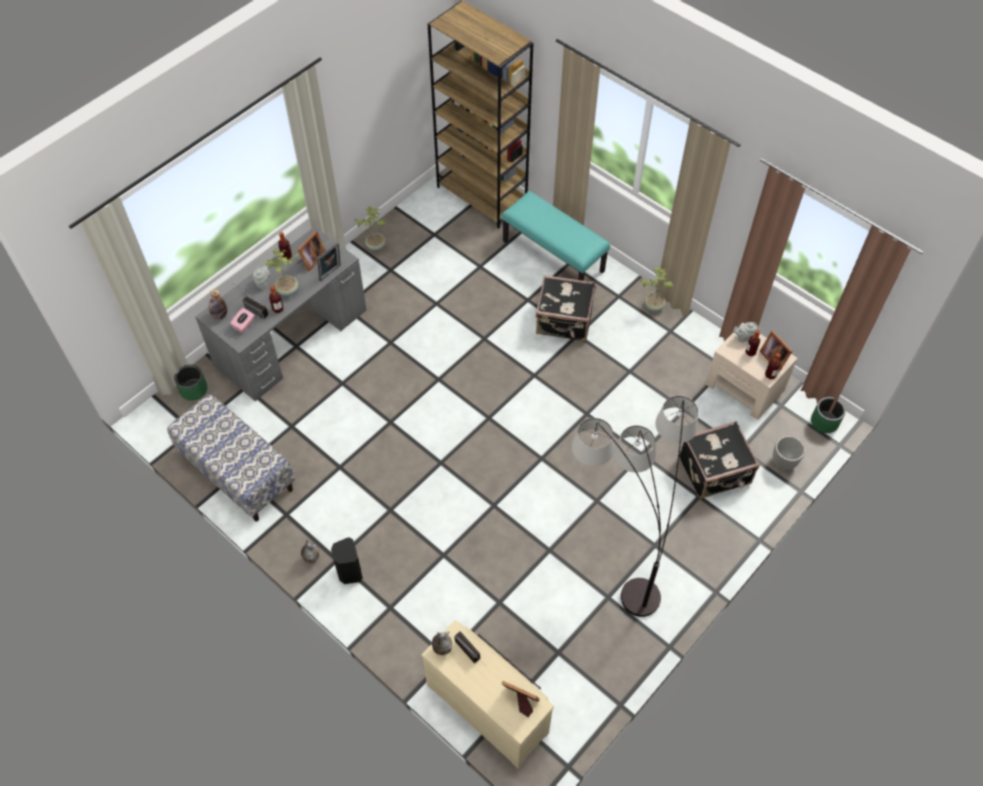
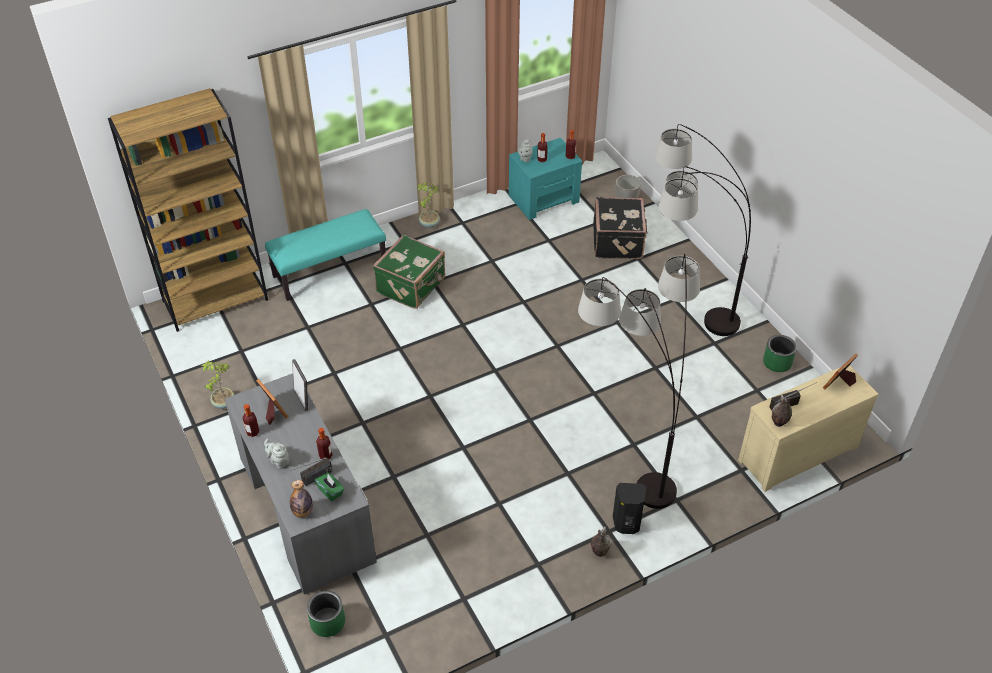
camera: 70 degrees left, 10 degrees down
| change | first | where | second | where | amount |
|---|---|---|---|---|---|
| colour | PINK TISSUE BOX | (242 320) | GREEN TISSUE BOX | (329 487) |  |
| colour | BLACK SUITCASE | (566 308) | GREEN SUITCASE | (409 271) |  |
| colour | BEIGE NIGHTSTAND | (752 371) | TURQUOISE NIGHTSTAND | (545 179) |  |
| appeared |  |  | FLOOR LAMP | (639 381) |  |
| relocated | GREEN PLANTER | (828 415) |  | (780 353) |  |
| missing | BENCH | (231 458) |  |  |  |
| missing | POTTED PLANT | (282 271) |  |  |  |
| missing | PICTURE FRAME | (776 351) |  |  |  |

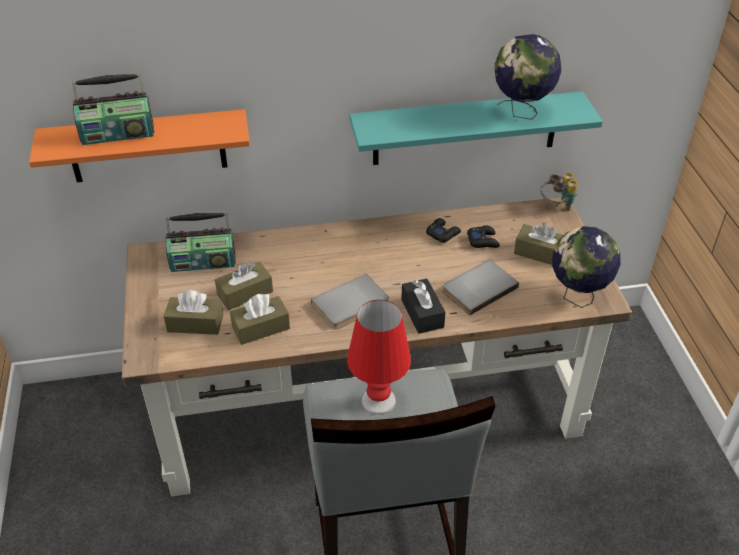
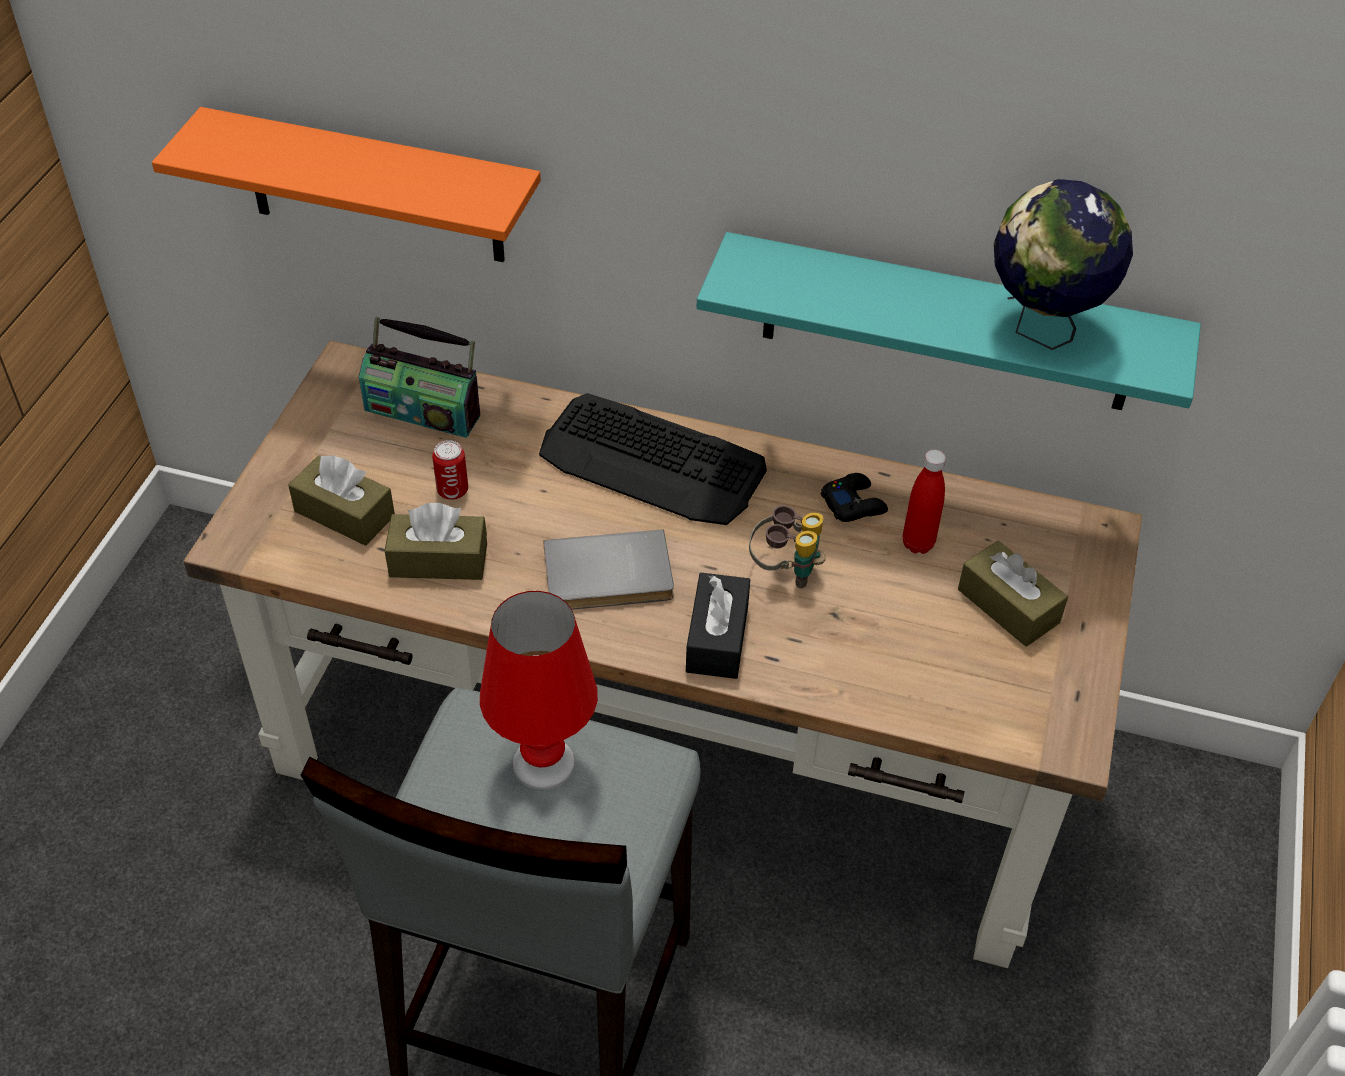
camera: 25 degrees right, 5 degrees up
| change | first | where | second | where | amount |
|---|---|---|---|---|---|
| exchanged | BROWN TISSUE BOX | (244 286) | CAN | (450 470) |  |
| appeared |  |  | KEYBOARD | (653 459) |  |
| relocated | BINOCULARS | (559 192) |  | (787 546) |  |
| exchanged | BLACK GAME CONTROLLER | (483 237) | RED BOTTLE | (924 502) |  |
| missing | RADIO | (113 109) |  |  |  |
| missing | GREY BOOK | (480 288) |  |  |  |
| missing | GLOBE | (586 267) |  |  |  |

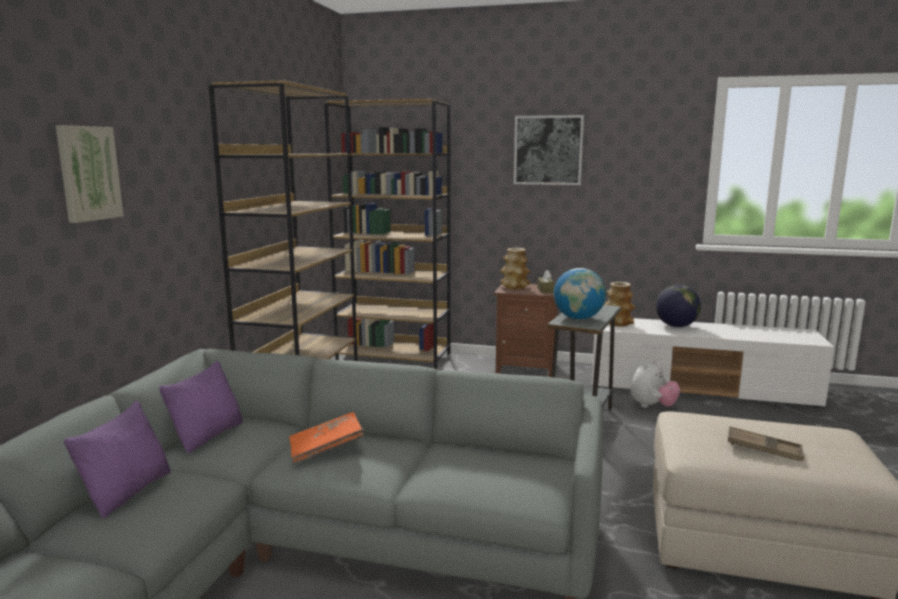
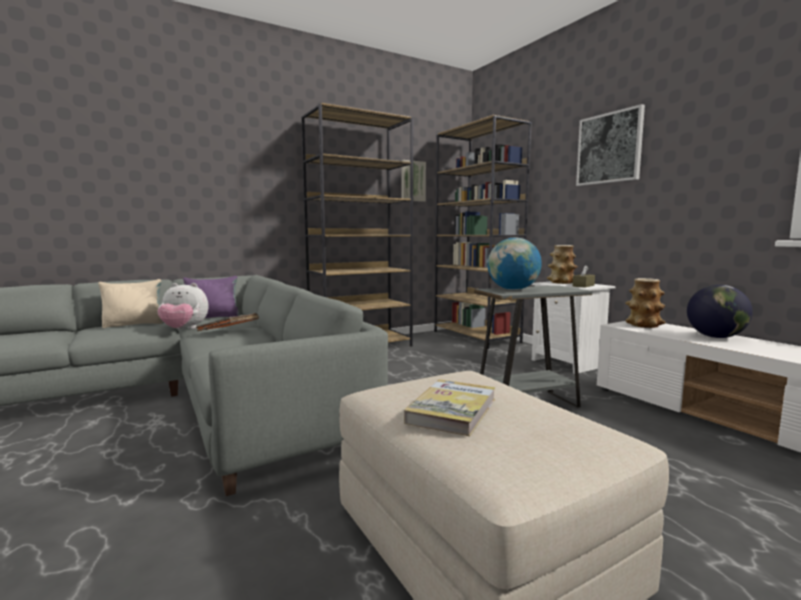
camera: 45 degrees right, 5 degrees down
| change | first | where | second | where | amount |
|---|---|---|---|---|---|
| colour | PURPLE PILLOW | (117 459) | BEIGE PILLOW | (131 303) |  |
| relocated | PLUSH TOY | (655 384) |  | (182 306) |  |
| relocated | PICTURE | (89 174) |  | (414 181) |  |
| exchanged | BROWN TRAY | (766 443) | BOOK | (449 407) |  |
| colour | BROWN NIGHTSTAND | (526 330) | WHITE NIGHTSTAND | (573 328) |  |

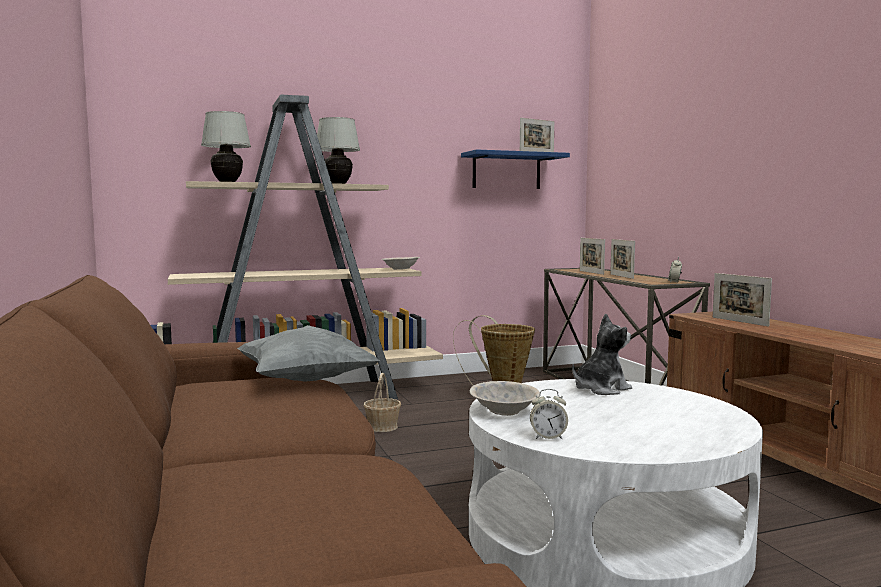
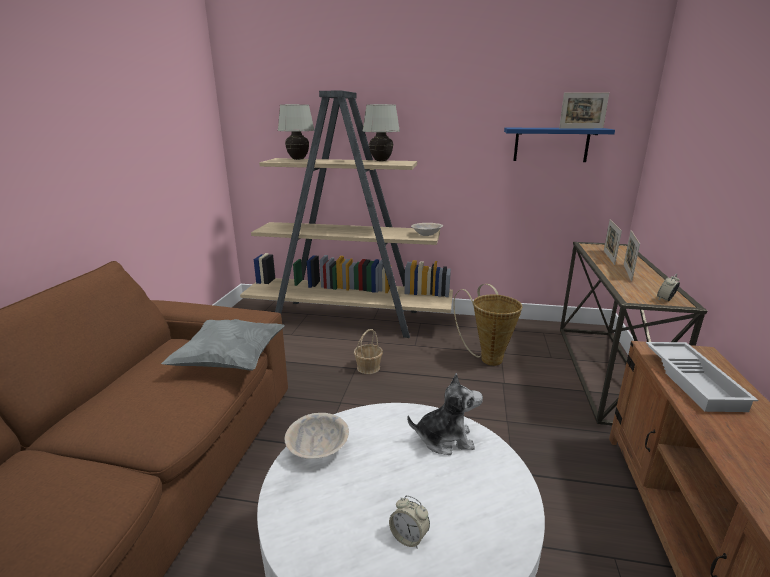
camera: 30 degrees right, 15 degrees up
| change | first | where | second | where | amount |
|---|---|---|---|---|---|
| relocated | ALARM CLOCK | (549 414) |  | (409 522) |  |
| exchanged | PICTURE FRAME | (742 299) | WHITE TRAY | (702 377) |  |

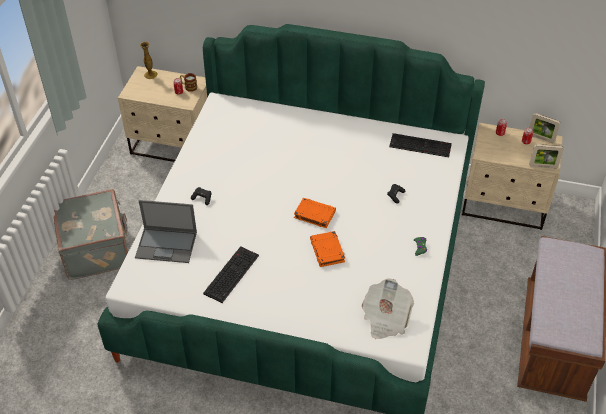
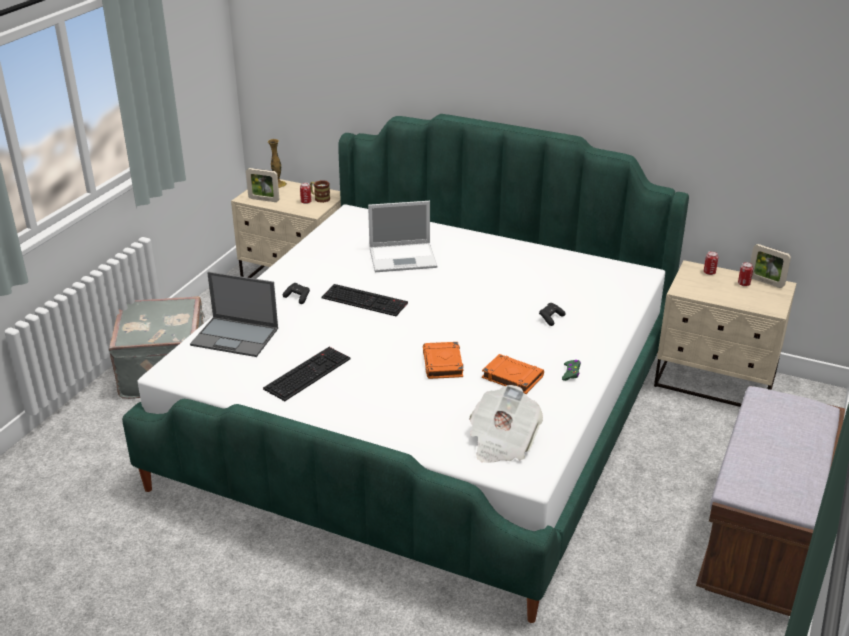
camera: 10 degrees right, 15 degrees down
| change | first | where | second | where | amount |
|---|---|---|---|---|---|
| relocated | PICTURE FRAME | (546 156) |  | (262 185) |  |
| relocated | KEYBOARD | (420 145) |  | (364 300) |  |
| appeared |  |  | LAPTOP | (402 236) |  |
| relocated | ORANGE BOOK | (315 213) |  | (513 374) |  |

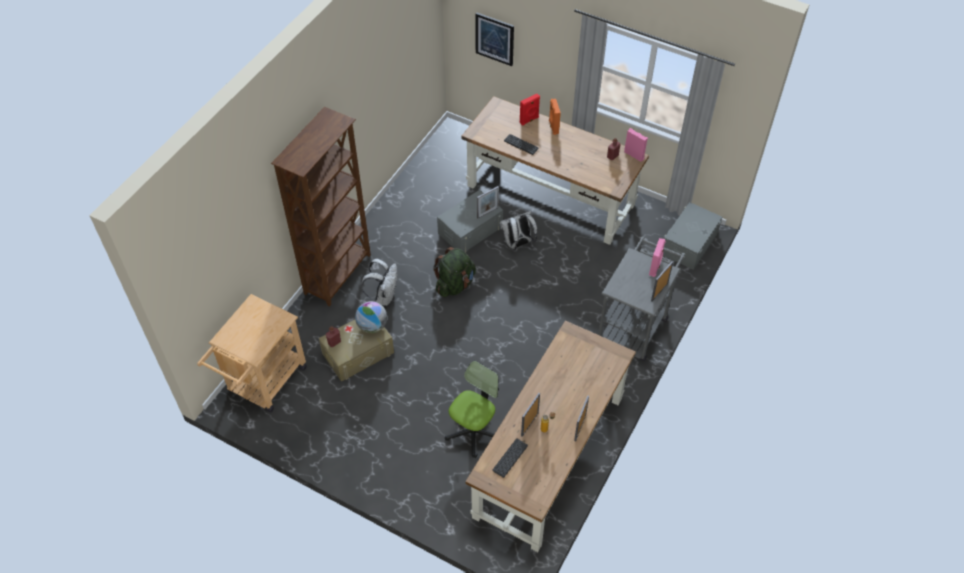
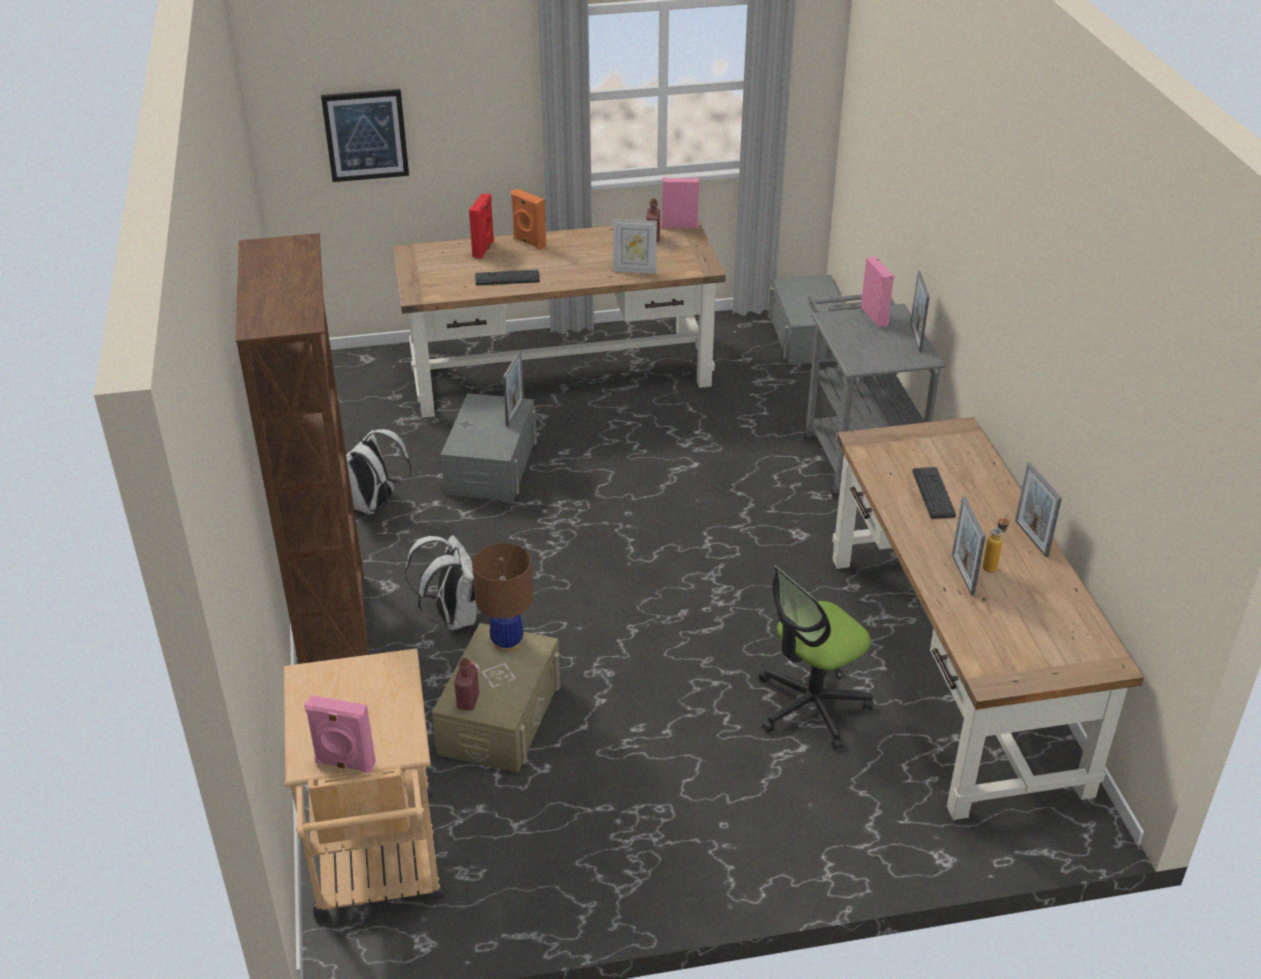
camera: 40 degrees left, 15 degrees down
| change | first | where | second | where | amount |
|---|---|---|---|---|---|
| appeared |  |  | PINK SPEAKER | (340 734) |  |
| relocated | WHITE BACKPACK | (518 230) |  | (378 471) |  |
| exchanged | GLOBE | (371 317) | BROWN TABLE LAMP | (502 597) |  |
| appeared |  |  | PICTURE FRAME | (635 246) |  |
| spun | OFFICE CHAIR | (472 409) |  | (816 657) | 120 degrees counterclockwise |
| relocated | KEYBOARD | (510 458) |  | (934 493) |  |
| missing | GREEN BACKPACK | (454 272) |  |  |  |

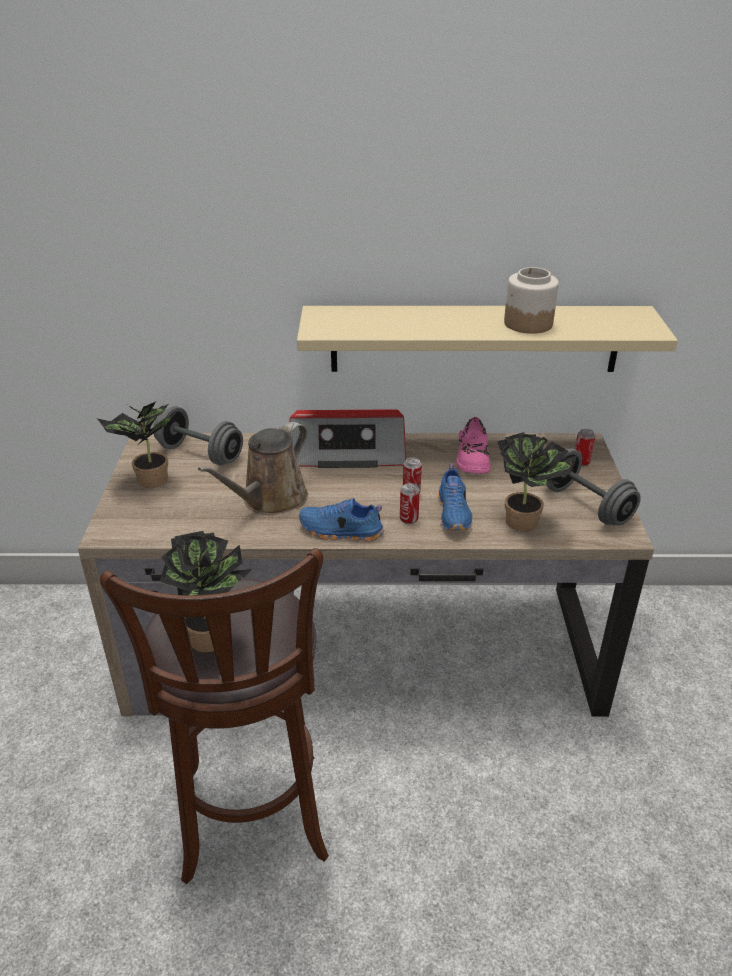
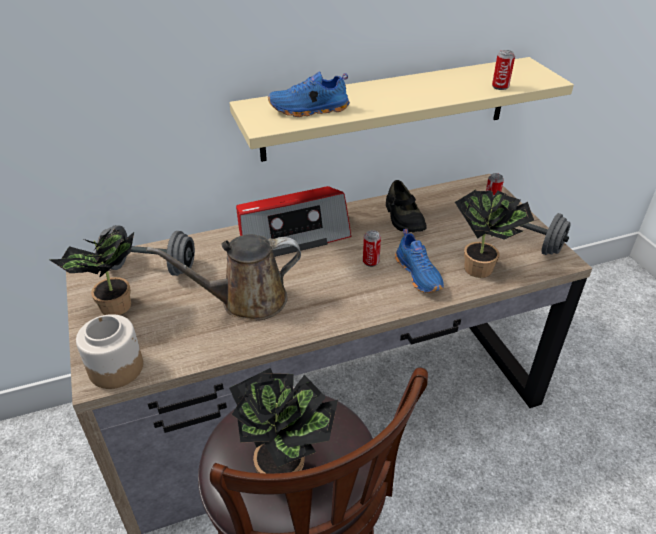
camera: 20 degrees left, 5 degrees up
| change | first | where | second | where | amount |
|---|---|---|---|---|---|
| relocated | JAR | (531 300) |  | (109 351) |  |
| spun | BROWN WATERING CAN | (253 468) |  | (224 277) | 60 degrees clockwise |
| relocated | BLUE SHOE | (341 520) |  | (309 94) |  |
| colour | PINK SHOE | (473 445) | BLACK SHOE | (406 206) |  |
| relocated | CAN | (410 503) |  | (503 70) |  |

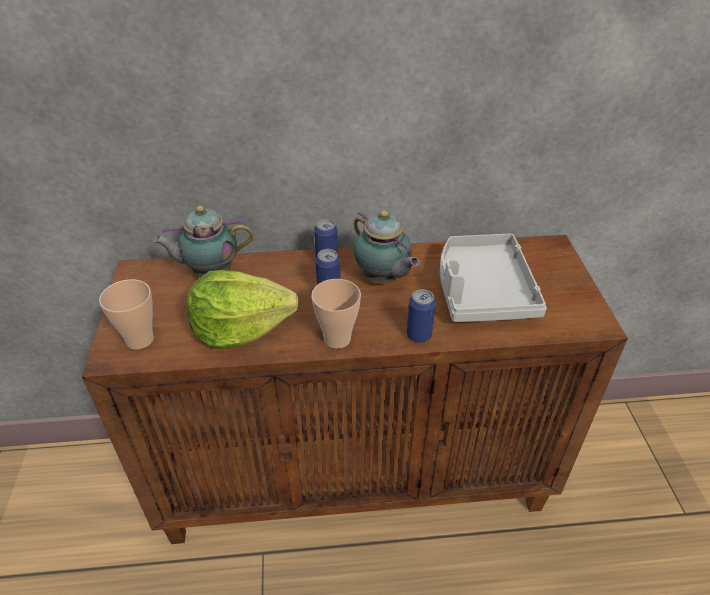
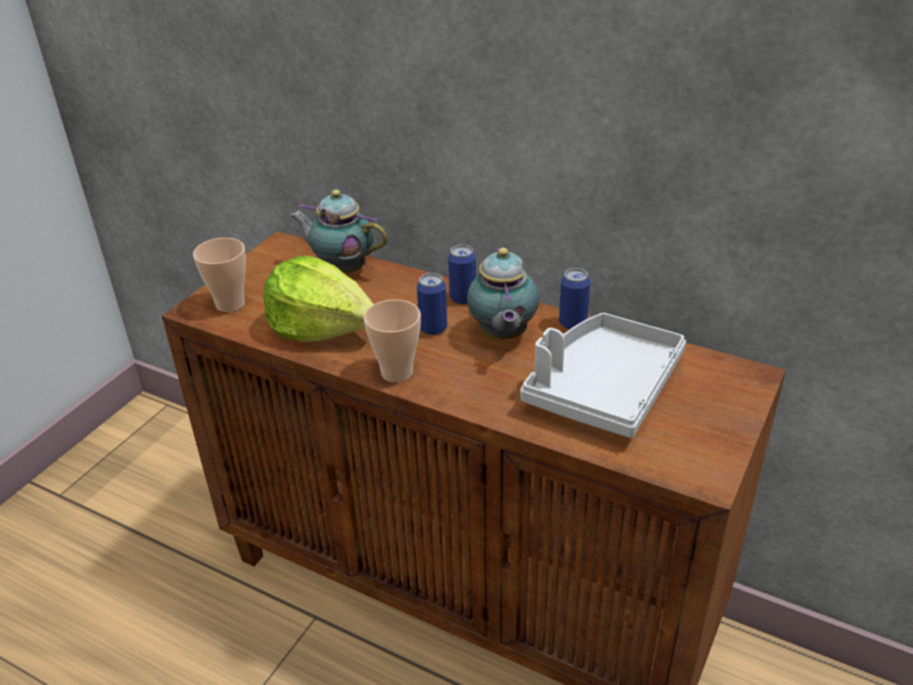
camera: 35 degrees right, 5 degrees down
| change | first | where | second | where | amount |
|---|---|---|---|---|---|
| relocated | CAN | (421 316) |  | (574 299) |  |

